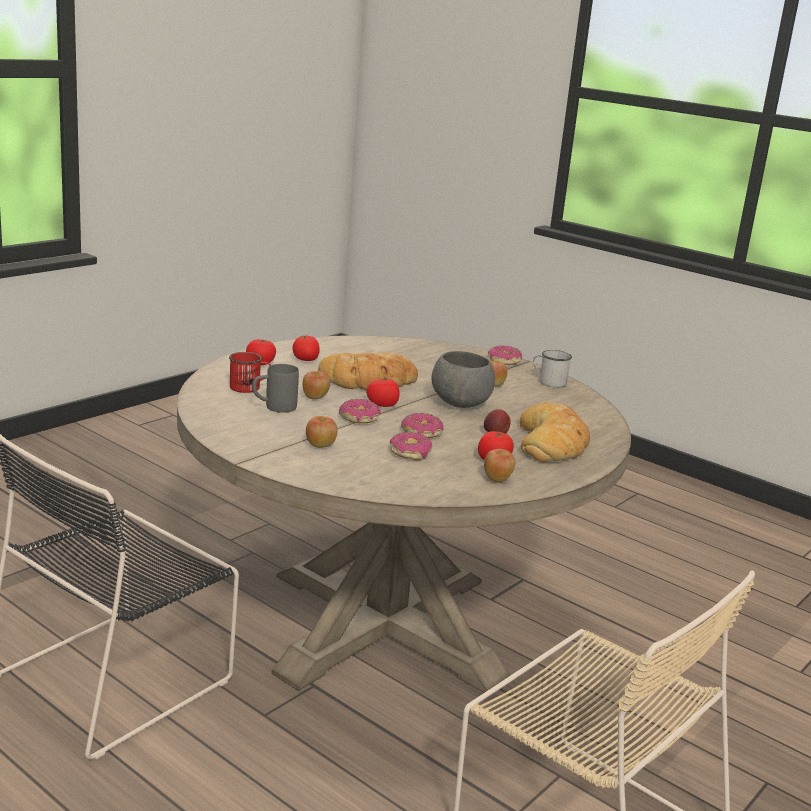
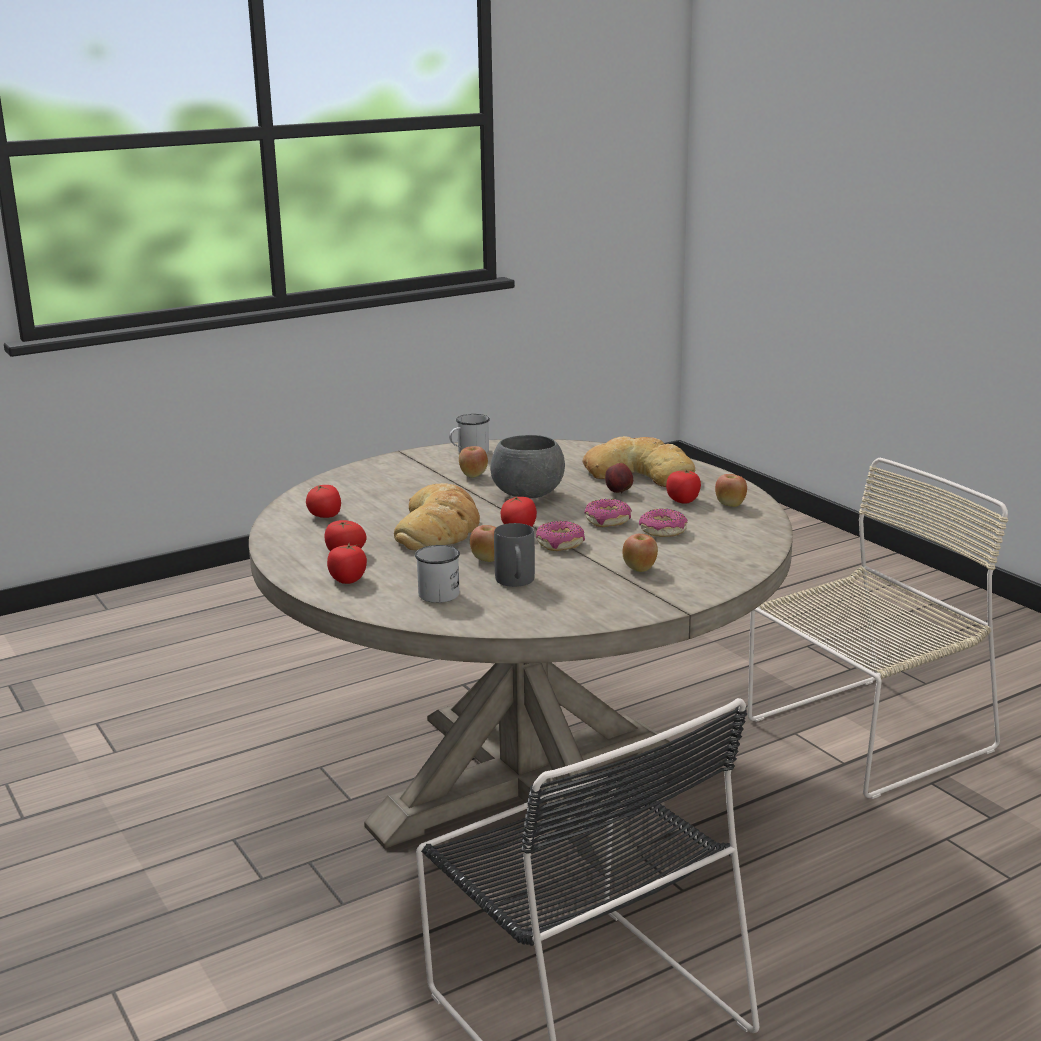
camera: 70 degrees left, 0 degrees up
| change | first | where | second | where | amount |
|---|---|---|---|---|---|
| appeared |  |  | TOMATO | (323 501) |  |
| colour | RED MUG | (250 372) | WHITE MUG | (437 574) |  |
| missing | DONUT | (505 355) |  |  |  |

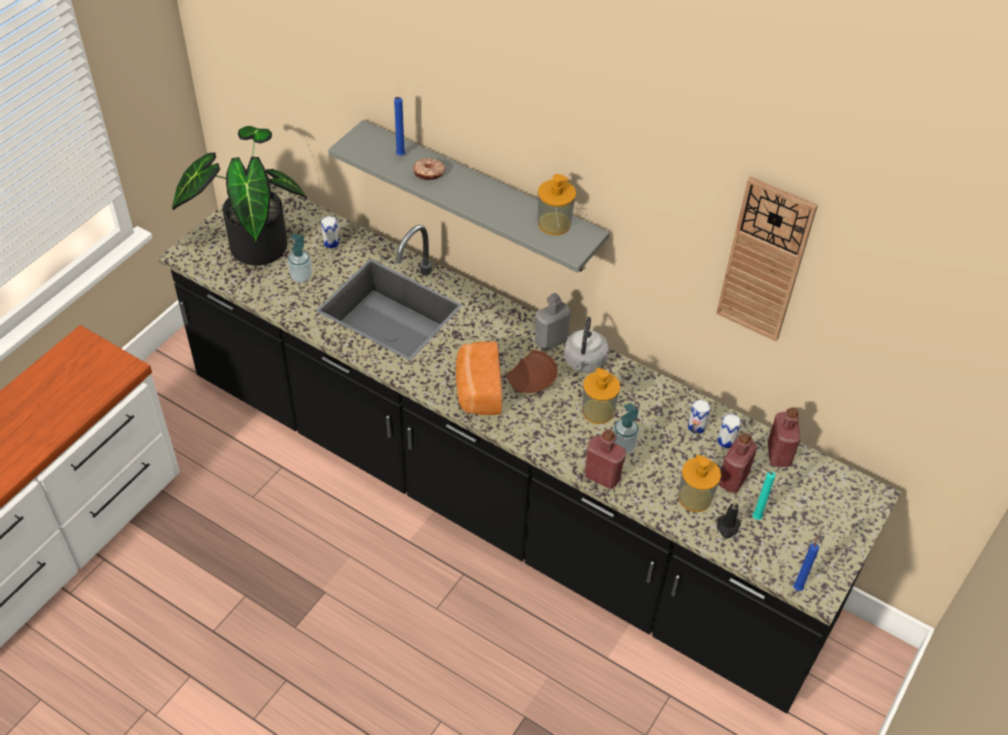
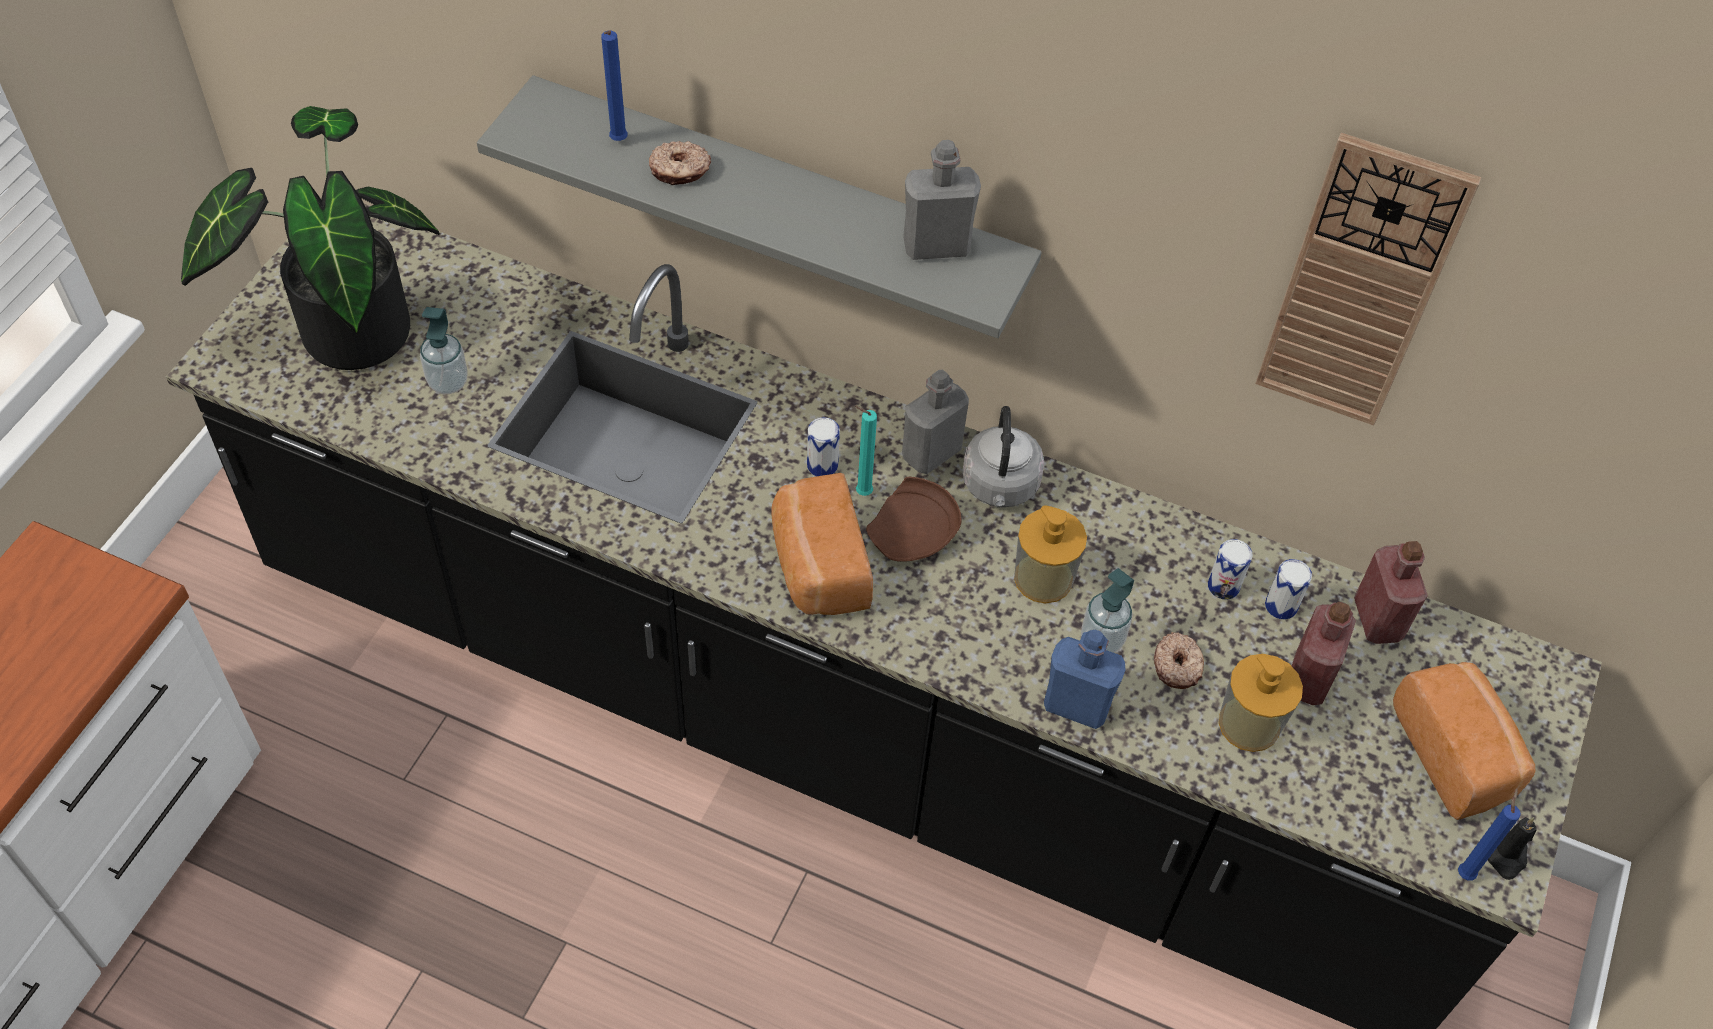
camera: 10 degrees left, 5 degrees up
| change | first | where | second | where | amount |
|---|---|---|---|---|---|
| relocated | CAN | (330 232) |  | (823 446) |  |
| relocated | TURQUOISE CANDLE | (764 494) |  | (866 451) |  |
| exchanged | SOAP DISPENSER | (557 204) | GREY BOTTLE | (942 200) |  |
| colour | RED BOTTLE | (605 459) | BLUE BOTTLE | (1085 679) |  |
| appeared |  |  | DONUT | (1179 660) |  |
| appeared |  |  | BREAD | (1464 741) |  |
| relocated | BLACK CANDLE | (728 520) |  | (1512 848) |  |

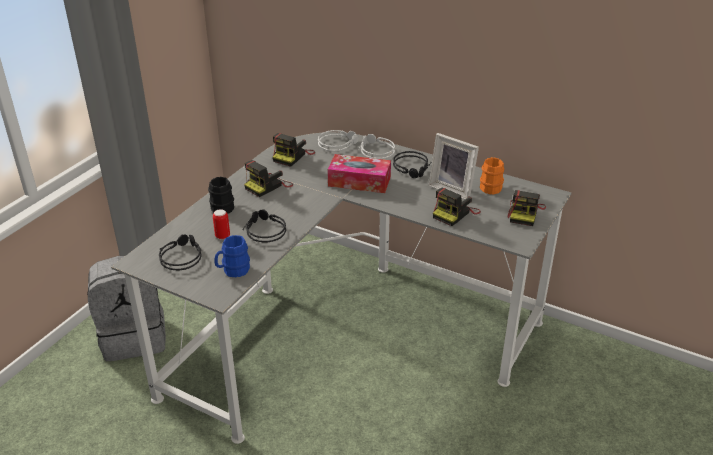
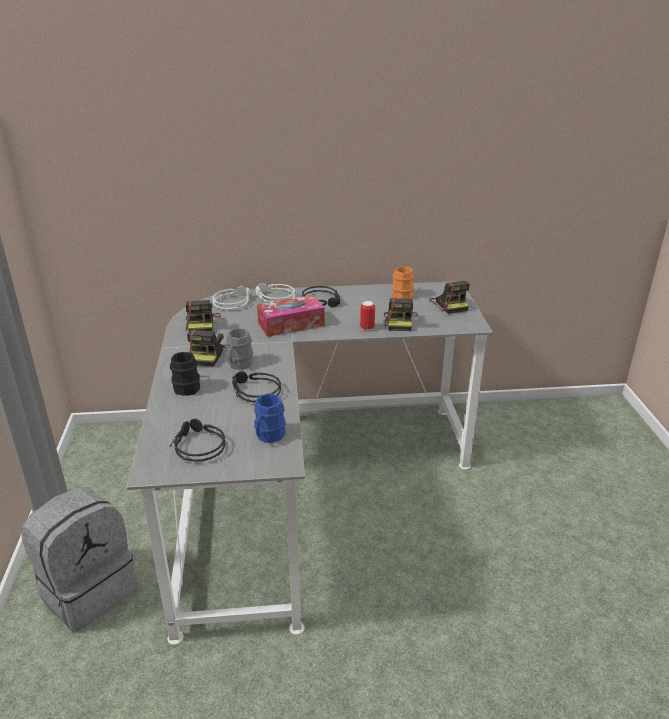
camera: 35 degrees left, 5 degrees down
| change | first | where | second | where | amount |
|---|---|---|---|---|---|
| appeared |  |  | GREY MUG | (239 349) |  |
| relocated | CAN | (221 224) |  | (367 315) |  |
| missing | PICTURE FRAME | (454 166) |  |  |  |

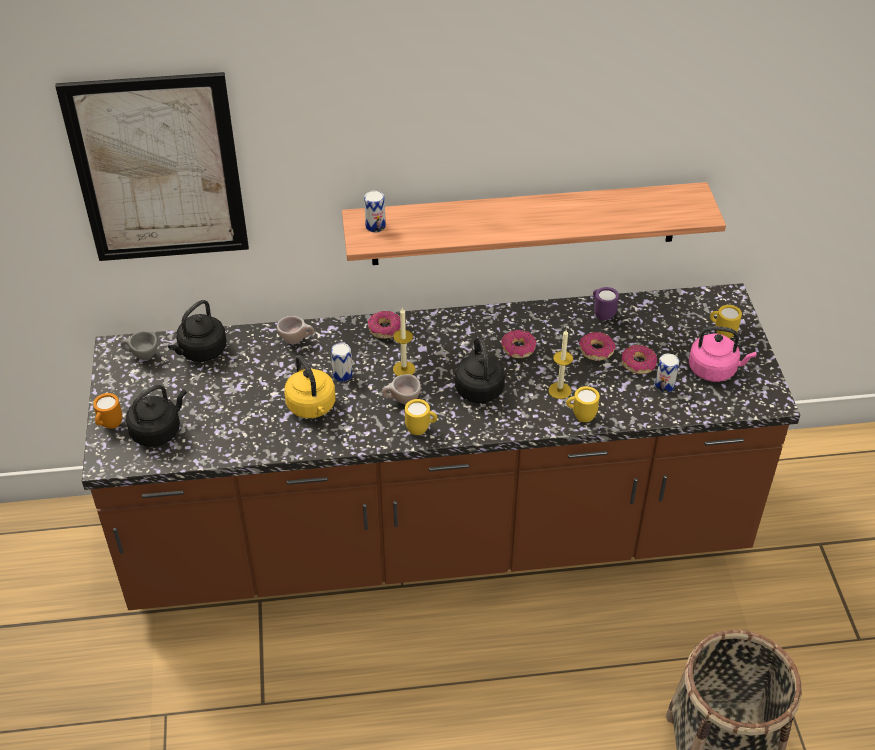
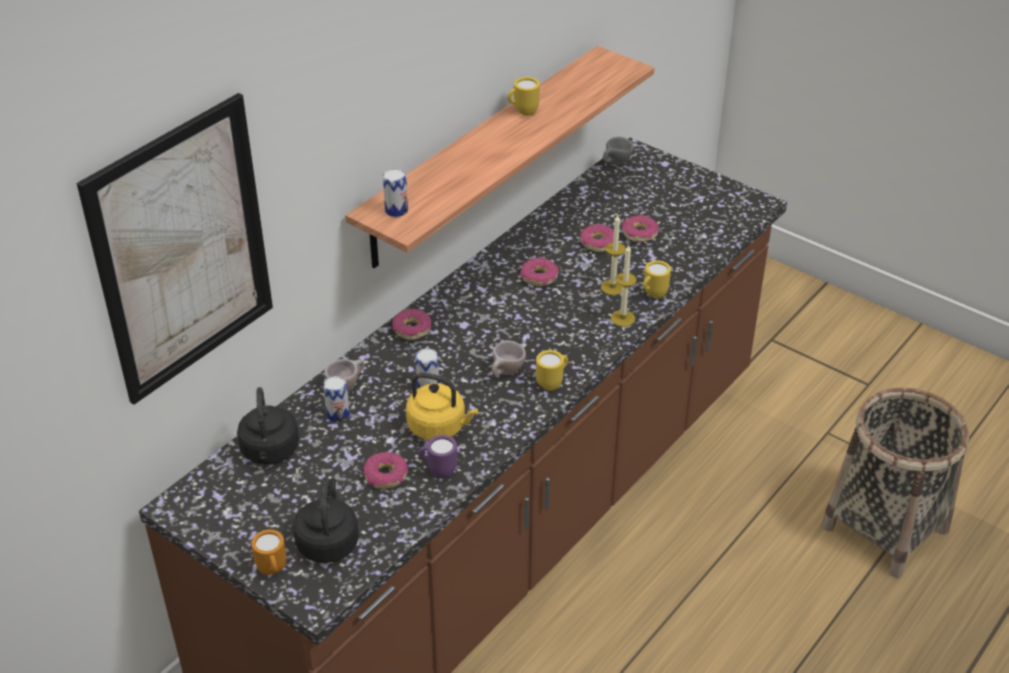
camera: 45 degrees left, 5 degrees down
| change | first | where | second | where | amount |
|---|---|---|---|---|---|
| relocated | CAN | (667 372) |  | (336 399) |  |
| appeared |  |  | DONUT | (386 470) |  |
| relocated | PURPLE MUG | (606 304) |  | (438 456) |  |
| relocated | YELLOW MUG | (726 322) |  | (523 96) |  |
| relocated | GREY CUP | (139 345) |  | (618 151) |  |
| relocated | CANDLE | (404 341) |  | (624 285) |  |
| missing | BLACK KETTLE | (480 371) |  |  |  |
| missing | PINK KETTLE | (722 354) |  |  |  |

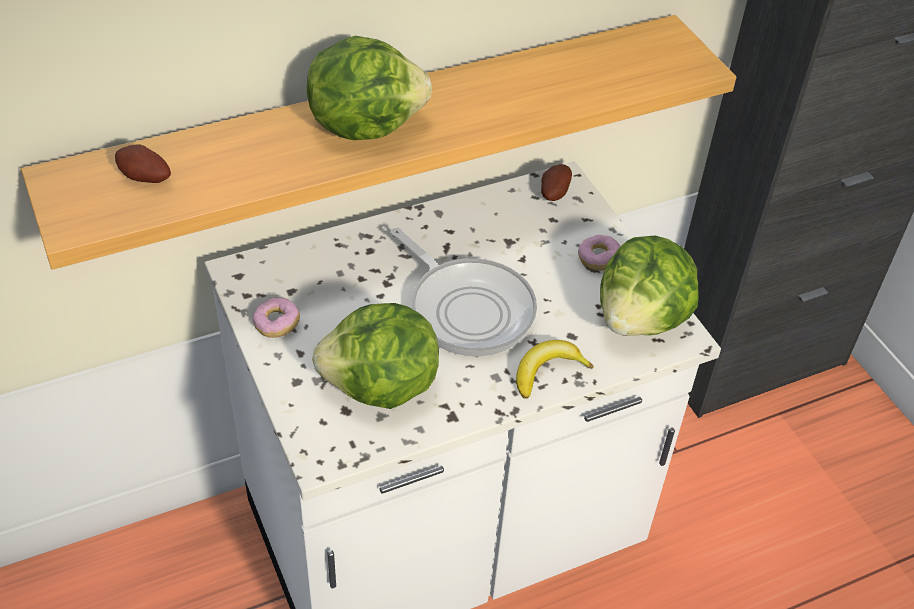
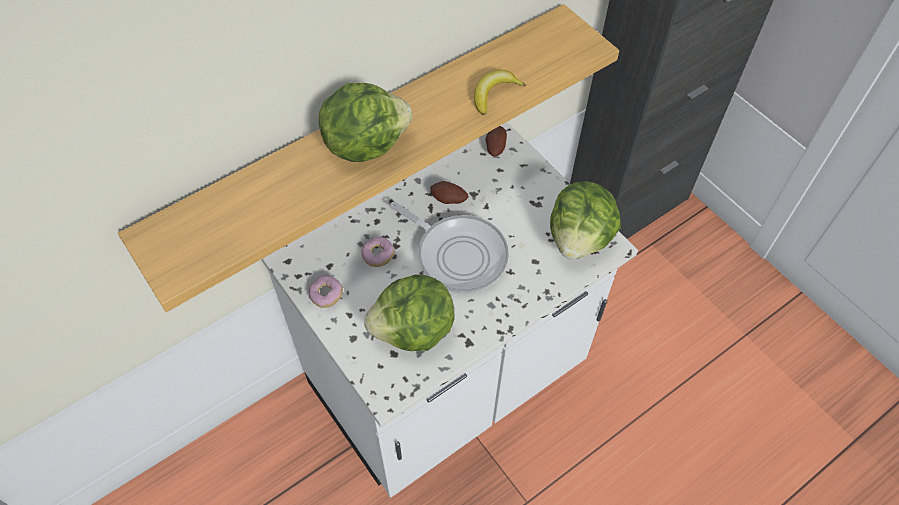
camera: 10 degrees left, 10 degrees up
| change | first | where | second | where | amount |
|---|---|---|---|---|---|
| relocated | DONUT | (599 253) |  | (378 252) |  |
| relocated | POTATO | (143 164) |  | (449 192) |  |
| relocated | BANANA | (555 369) |  | (500 92) |  |

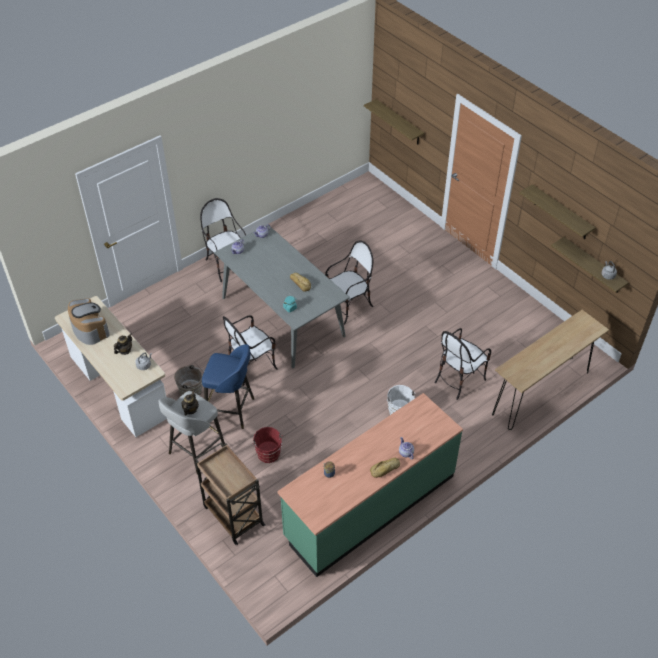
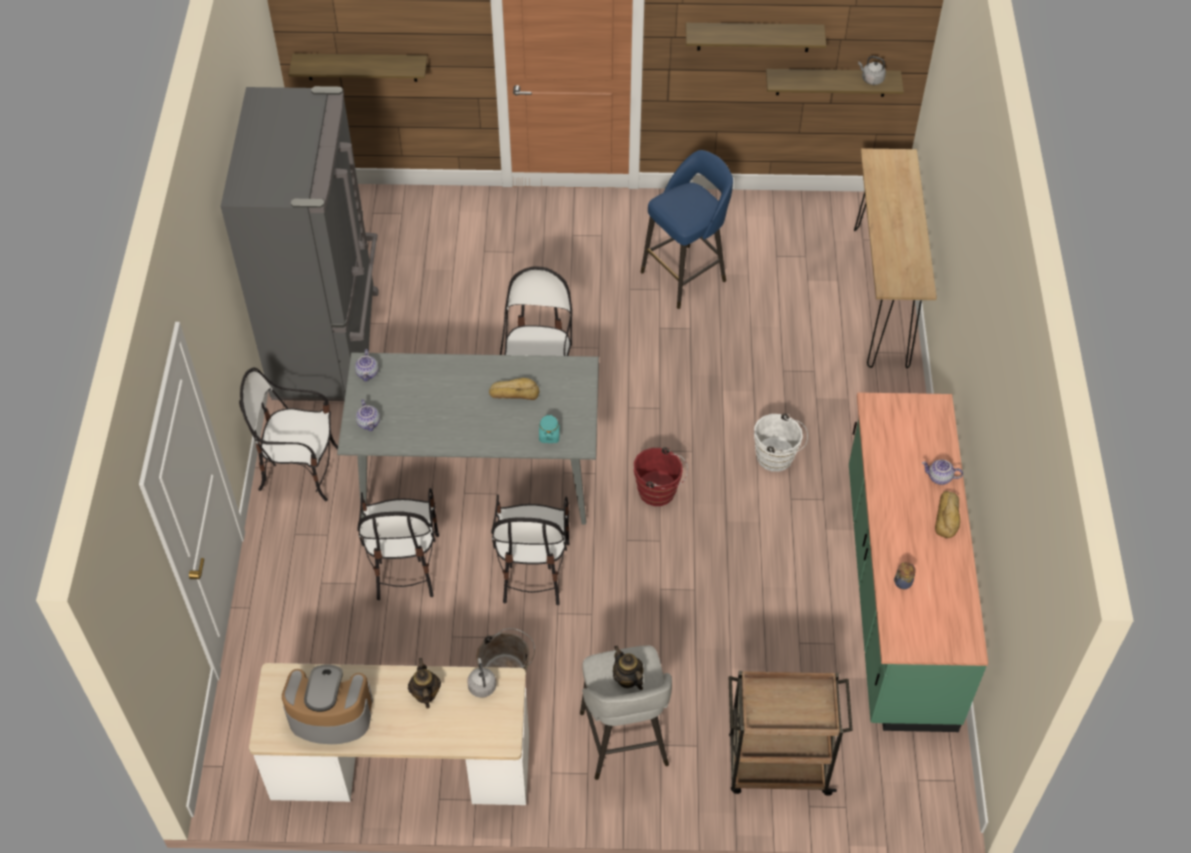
camera: 50 degrees left, 5 degrees up
| change | first | where | second | where | amount |
|---|---|---|---|---|---|
| appeared |  |  | GREY FRIDGE | (300 243) |  |
| relocated | CHAIR | (462 364) |  | (398 544) |  |
| relocated | RED BUCKET | (267 445) |  | (661 476) |  |
| relocated | BLUE STOOL | (228 386) |  | (687 229) |  |

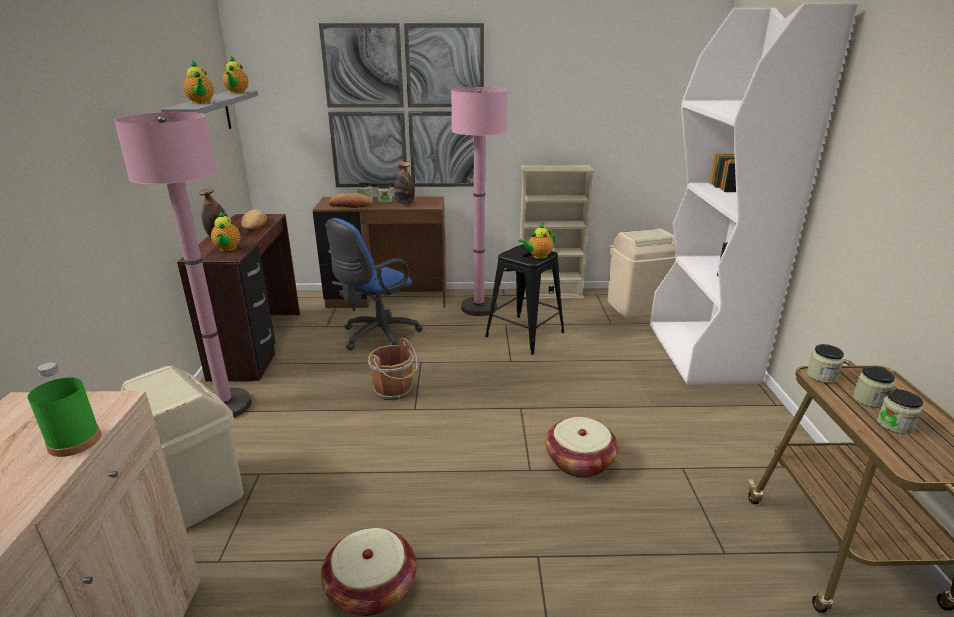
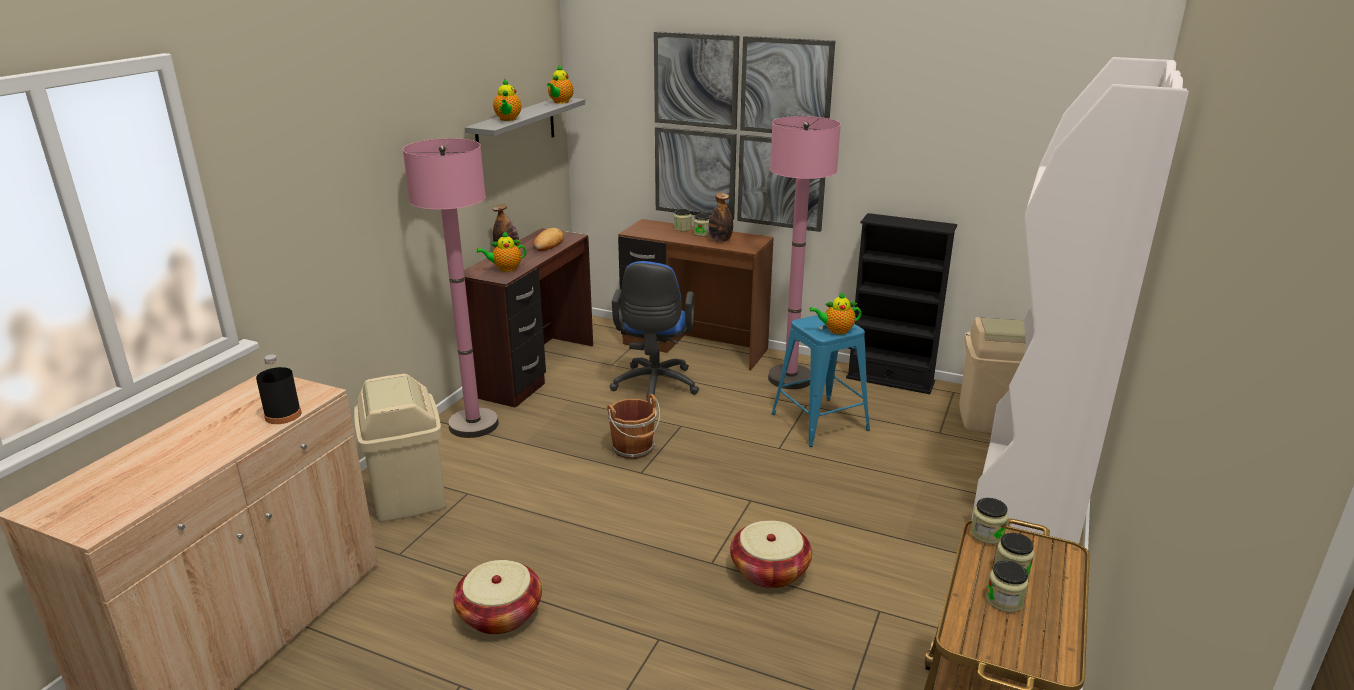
camera: 25 degrees right, 0 degrees up
| change | first | where | second | where | amount |
|---|---|---|---|---|---|
| colour | GREEN BOTTLE | (64 409) | BLACK BOTTLE | (278 389) |  |
| spun | TEAPOT | (226 231) |  | (501 251) | 60 degrees clockwise |
| spun | BLUE OFFICE CHAIR | (374 284) |  | (654 331) | 60 degrees counterclockwise |
| colour | BLACK STOOL | (525 299) | BLUE STOOL | (821 381) |  |
| colour | BEIGE BOOKCASE | (557 232) | BLACK BOOKCASE | (901 303) |  |
| missing | BREAD | (350 200) |  |  |  |

